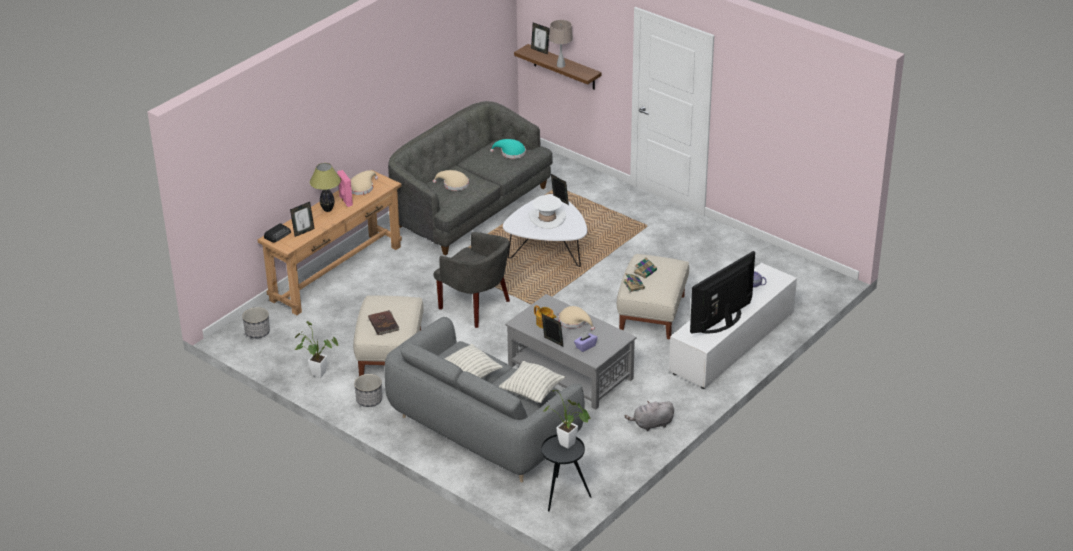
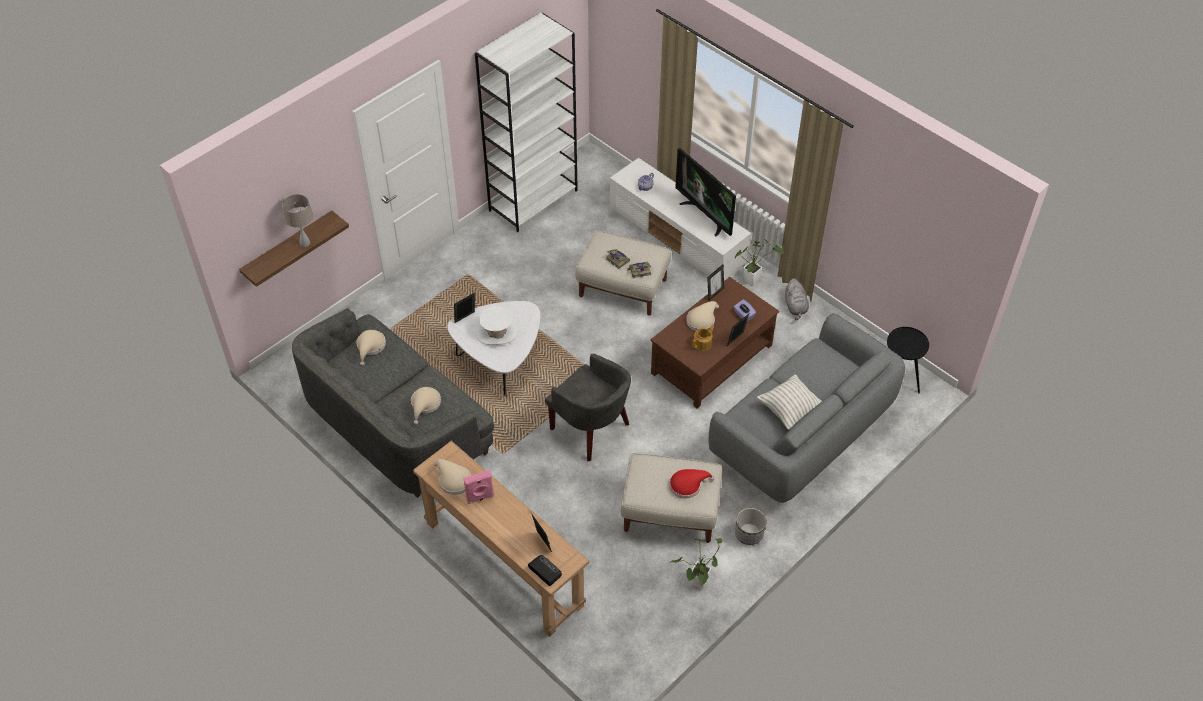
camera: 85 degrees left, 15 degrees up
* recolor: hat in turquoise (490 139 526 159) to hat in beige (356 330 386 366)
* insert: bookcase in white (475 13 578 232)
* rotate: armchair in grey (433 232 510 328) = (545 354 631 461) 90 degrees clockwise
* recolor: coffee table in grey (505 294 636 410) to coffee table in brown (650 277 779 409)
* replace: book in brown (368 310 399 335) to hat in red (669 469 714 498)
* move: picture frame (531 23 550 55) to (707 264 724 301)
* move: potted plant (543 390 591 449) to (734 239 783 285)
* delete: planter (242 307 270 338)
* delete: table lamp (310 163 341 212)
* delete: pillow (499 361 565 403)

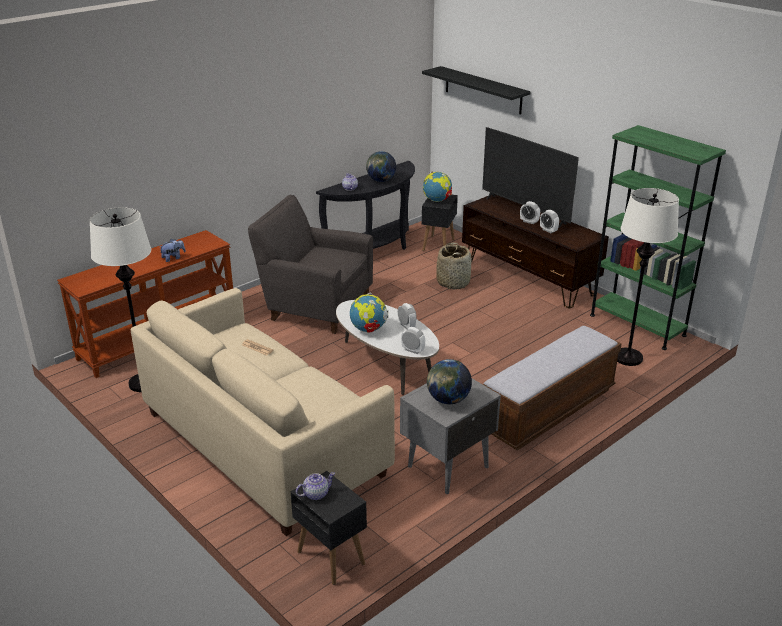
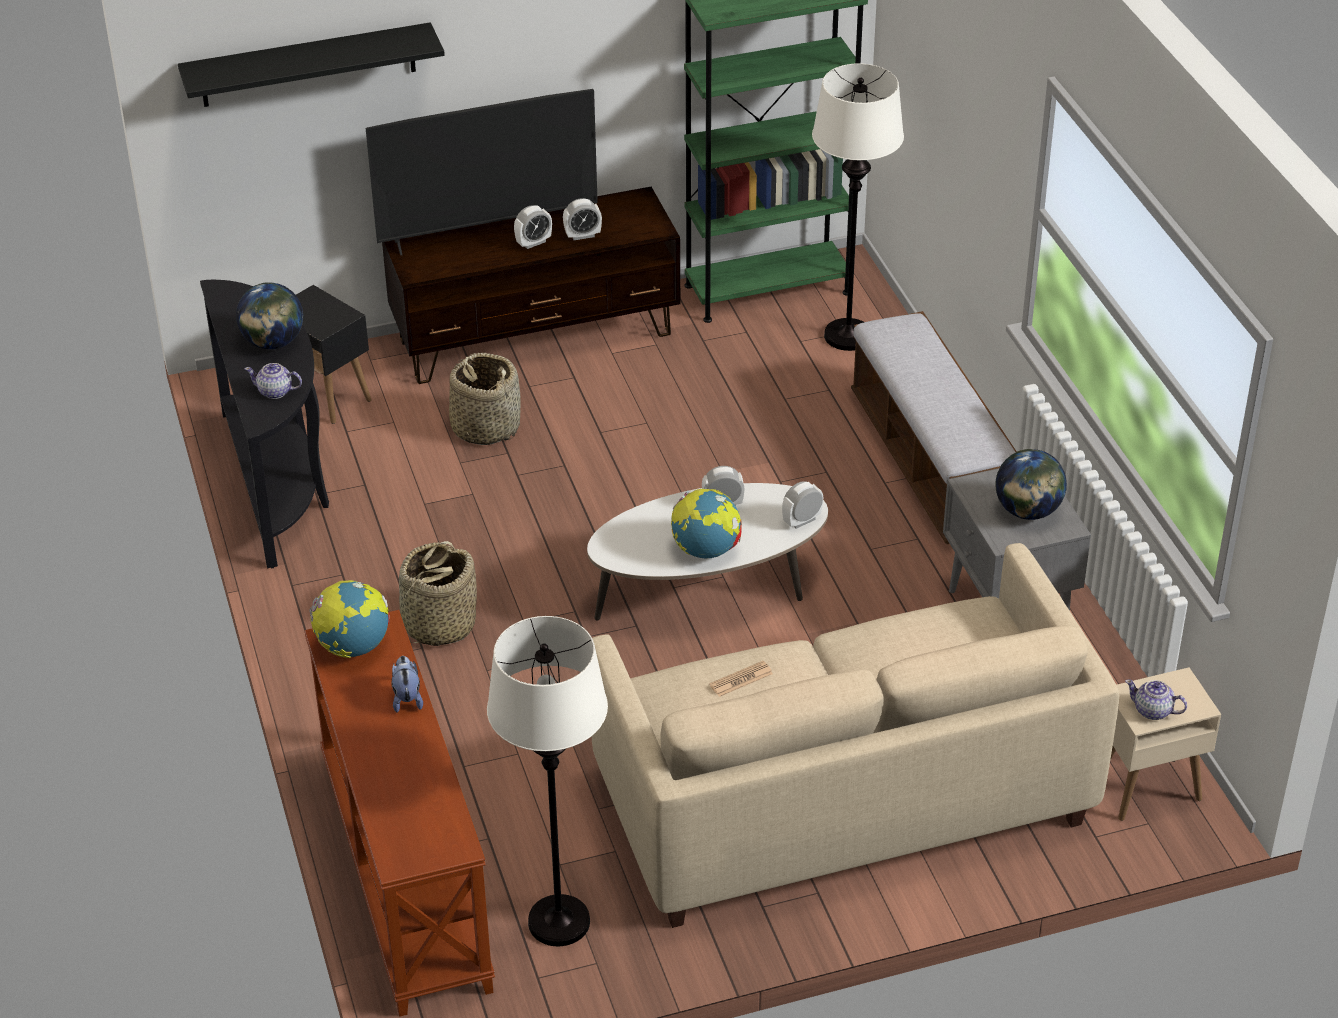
camera: 65 degrees left, 10 degrees up
* move: globe (423 171 452 202) to (309 580 390 658)
* replace: armchair in grey (248 195 373 334) to basket (399 541 477 646)
* recolor: side table in black (291 471 367 585) to side table in beige (1110 667 1221 821)
* rotate: teapot (296 472 335 500) = (1125 679 1187 720) 60 degrees counterclockwise

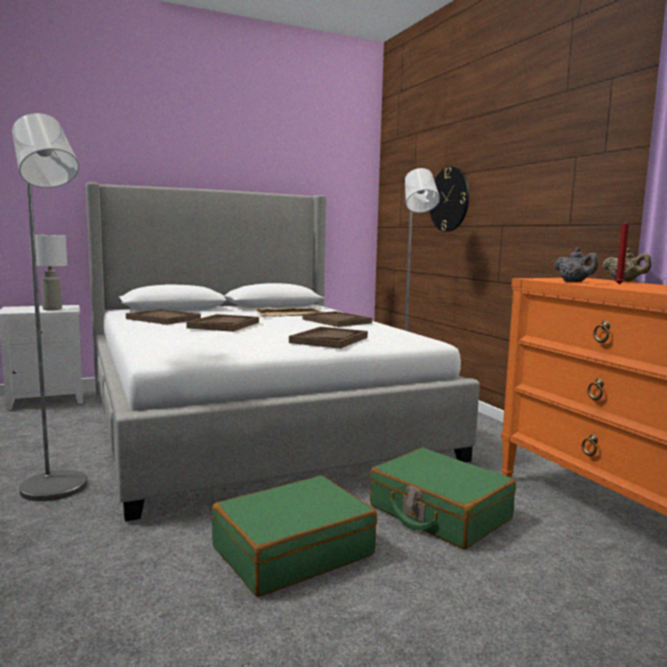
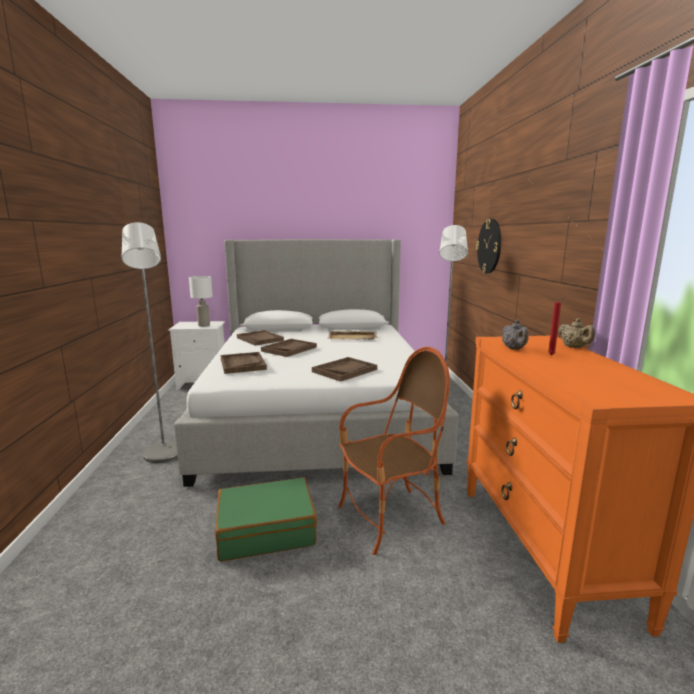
camera: 20 degrees right, 5 degrees up
* move: tray in brown (303 311 372 327) to (221 352 267 374)
* replace: suitcase in green (370 448 516 549) to armchair (338 347 450 555)

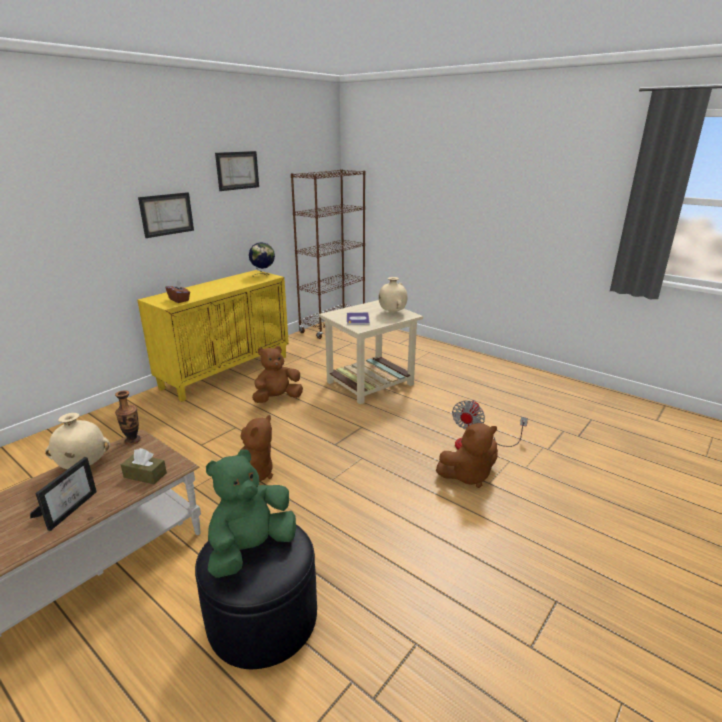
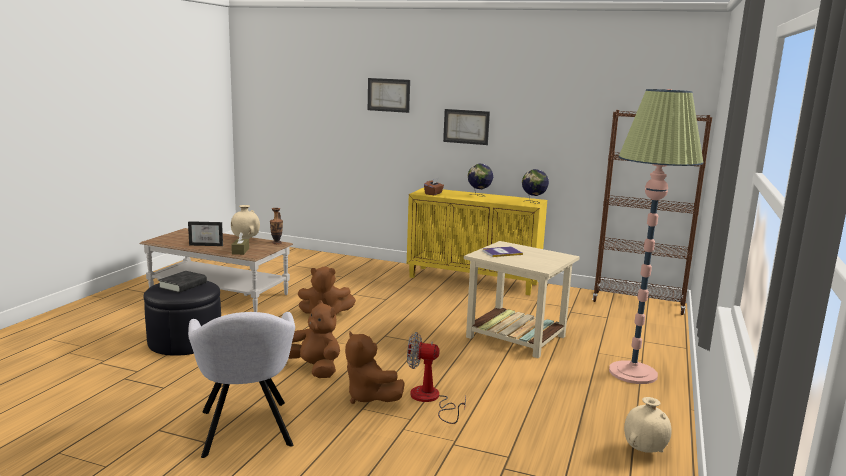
camera: 70 degrees right, 10 degrees down
* replace: plush toy in green (206 449 296 578) to book in black (158 271 207 293)
* insert: armchair in grey (188 312 295 458)
* move: plush toy in brown (252 346 303 403) to (288 300 340 378)
* move: picture (215 151 259 191) to (368 78 410 113)
* insert: globe (467 164 493 197)
* insert: floor lamp (609 89 703 384)
* move: vase in beige (379 277 408 313) to (624 397 672 453)

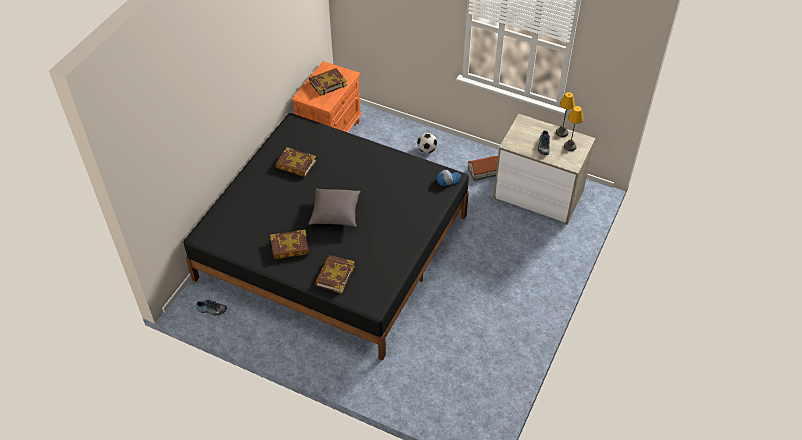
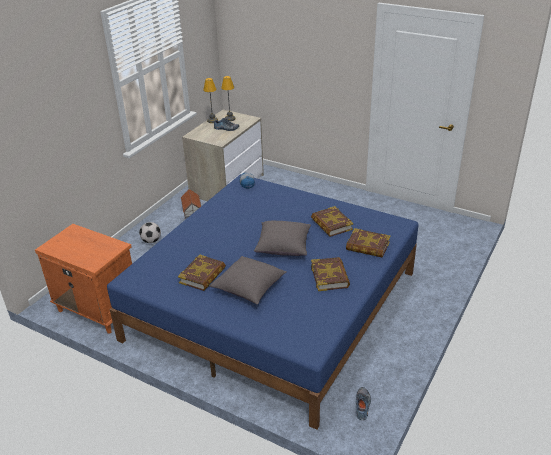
camera: 85 degrees left, 15 degrees down
* recolor: bed in black (183 113 469 361) to bed in blue (107 174 419 430)
* insert: pillow in grey (209 256 287 305)
* move: book (309 68 347 96) to (311 206 354 237)

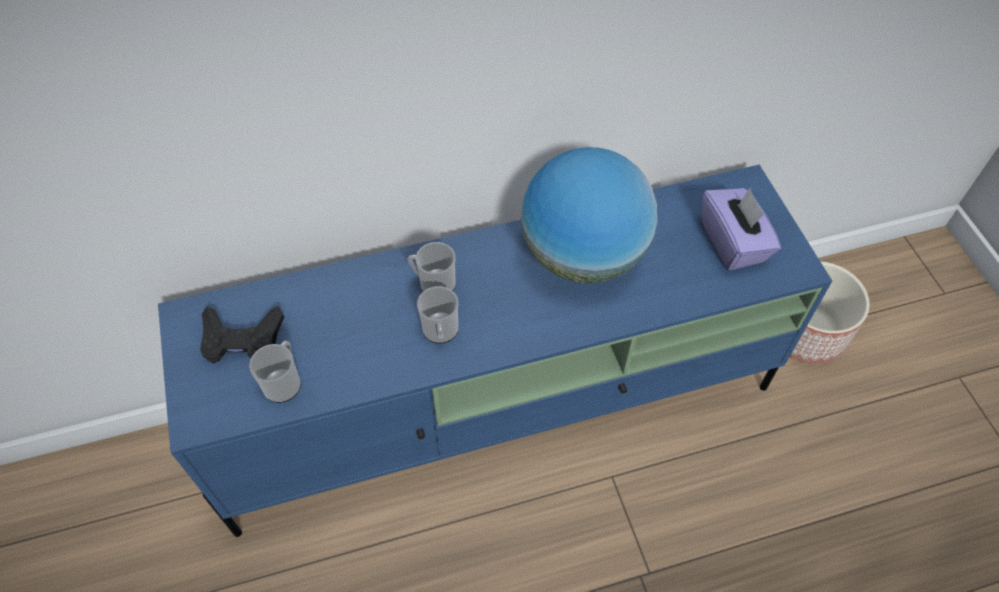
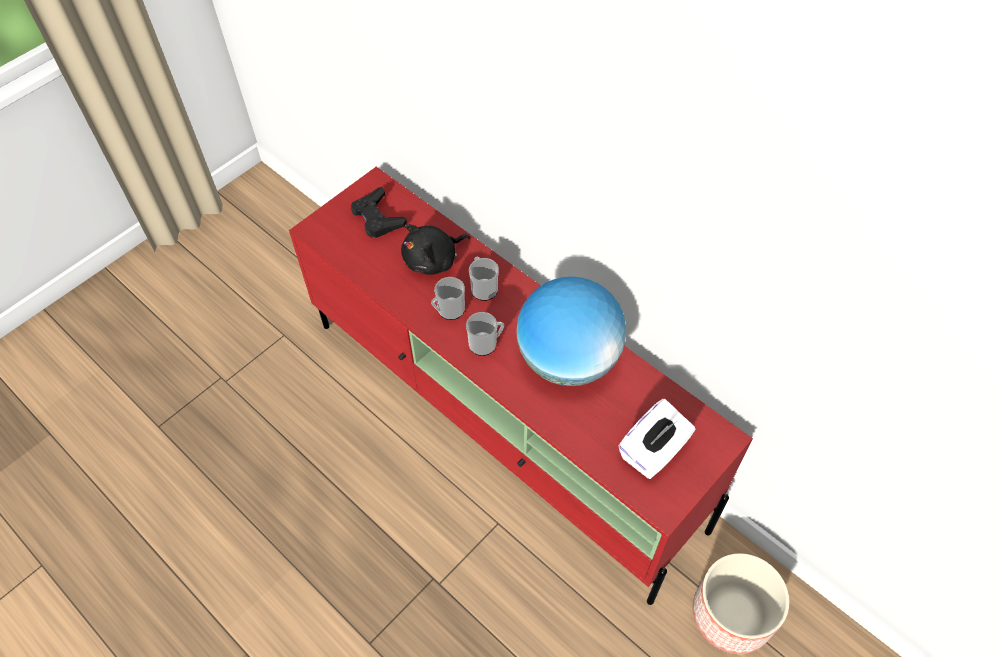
camera: 60 degrees right, 0 degrees up
* recolor: tv stand in blue (158 165 832 537) to tv stand in red (289 167 753 605)
* insert: plush toy in black (401 224 470 275)
* move: mug (249 341 301 403) to (466 312 504 356)
* recolor: tissue box in purple (701 188 781 271) to tissue box in white (618 399 695 479)

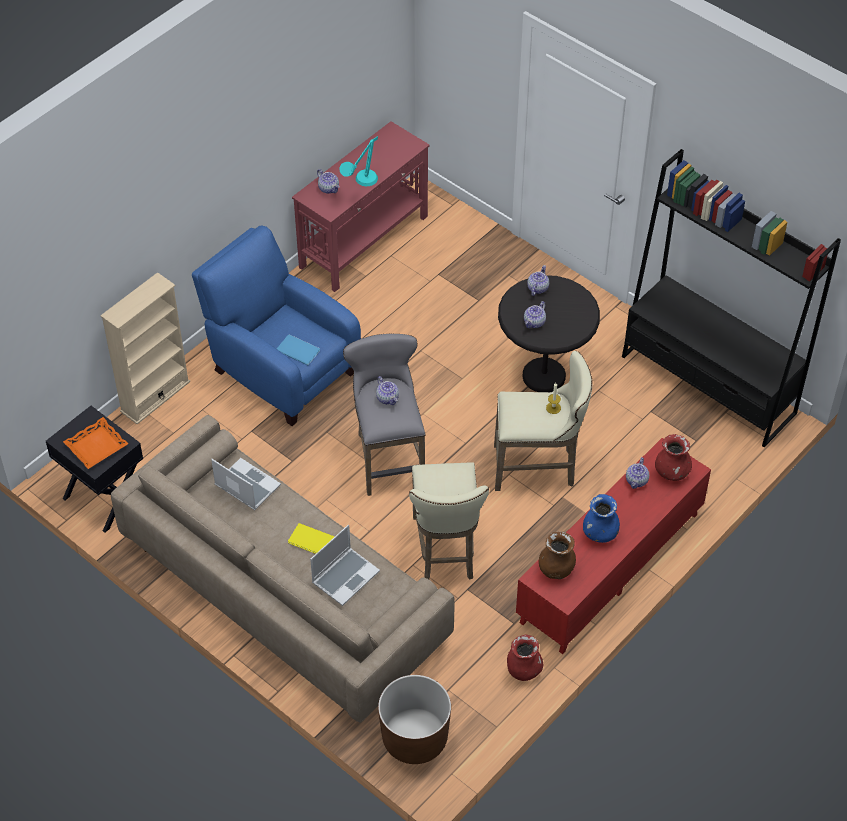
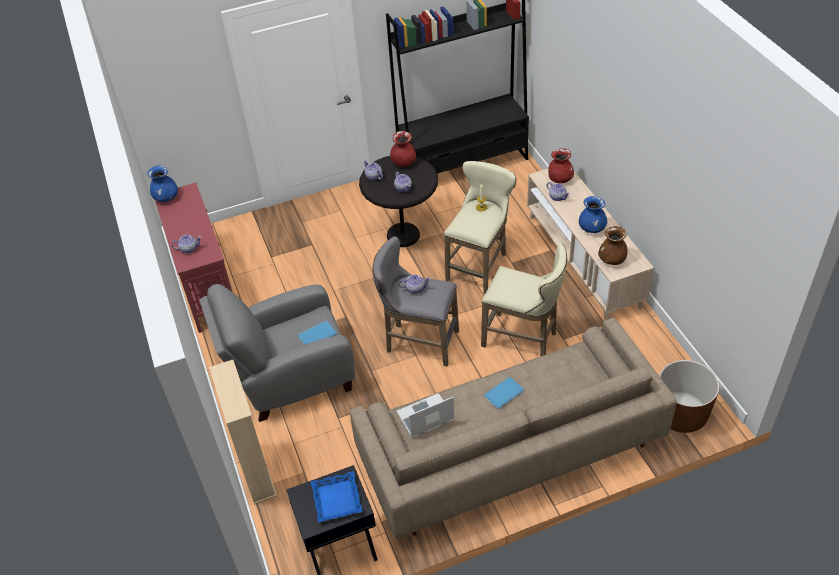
camera: 60 degrees left, 5 degrees down
* insert: vase in blue (147 165 178 202)
* recolor: armchair in blue (192 225 361 426) to armchair in grey (199 284 355 422)
* recolor: tray in orange (63 417 129 469) to tray in blue (311 471 363 523)
* move: vase in red (507 635 543 681) to (390 131 416 167)
* recolor: book in yellow (288 523 335 554) to book in blue (484 377 524 409)
* recolor: tv stand in red (516 438 711 654) to tv stand in beige (527 168 654 320)
* delete: laptop (310 525 380 606)
* delete: table lamp in turquoise (339 136 378 186)

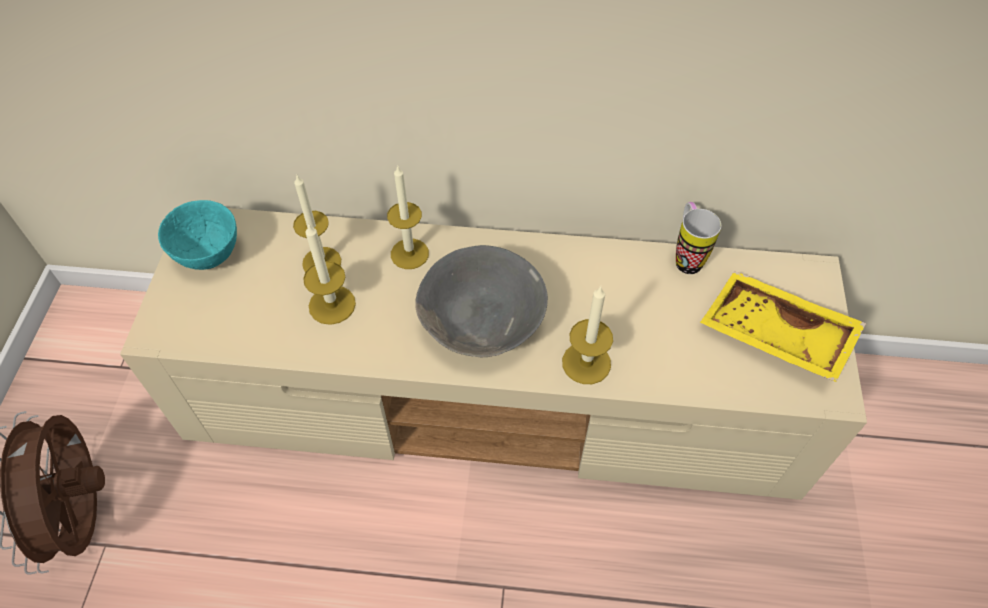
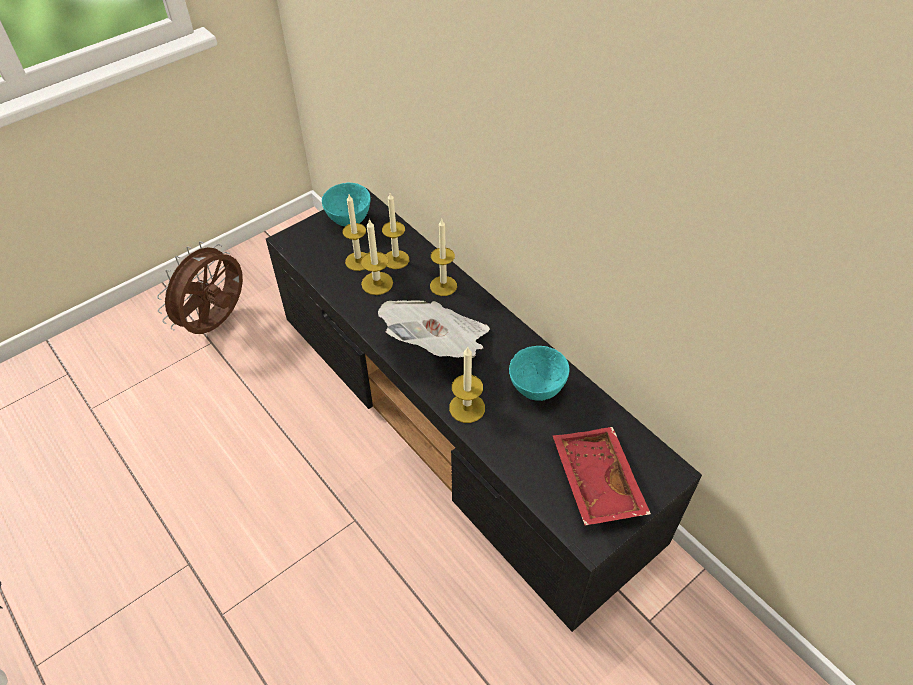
camera: 45 degrees right, 5 degrees down
* recolor: tv stand in beige (120 208 867 500) to tv stand in black (266 188 702 632)
* insert: candle (342 195 367 271)
* replace: bowl in grey (415 245 548 357) to newspaper (378 300 490 358)
* insert: bowl in turquoise (509 346 570 401)
* recolor: tray in yellow (700 271 866 382) to tray in red (553 427 651 525)
* delete: mug (676 202 721 274)

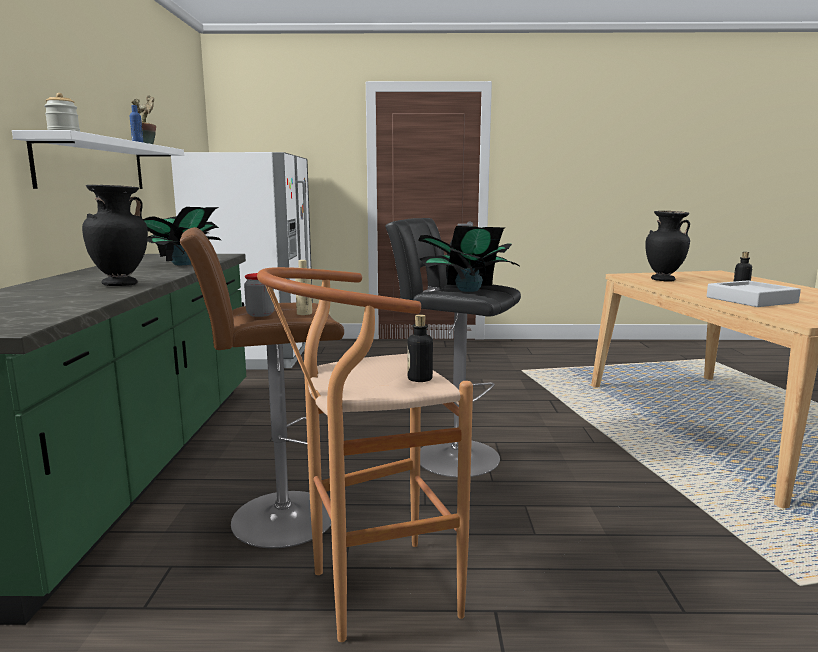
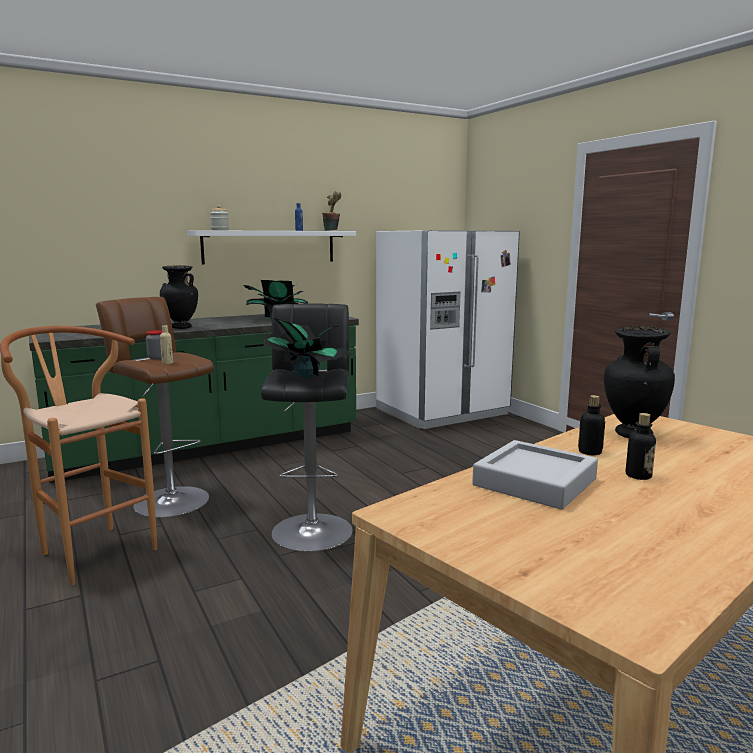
camera: 60 degrees right, 0 degrees up
* move: bottle (407 315 433 382) to (578 395 605 455)

